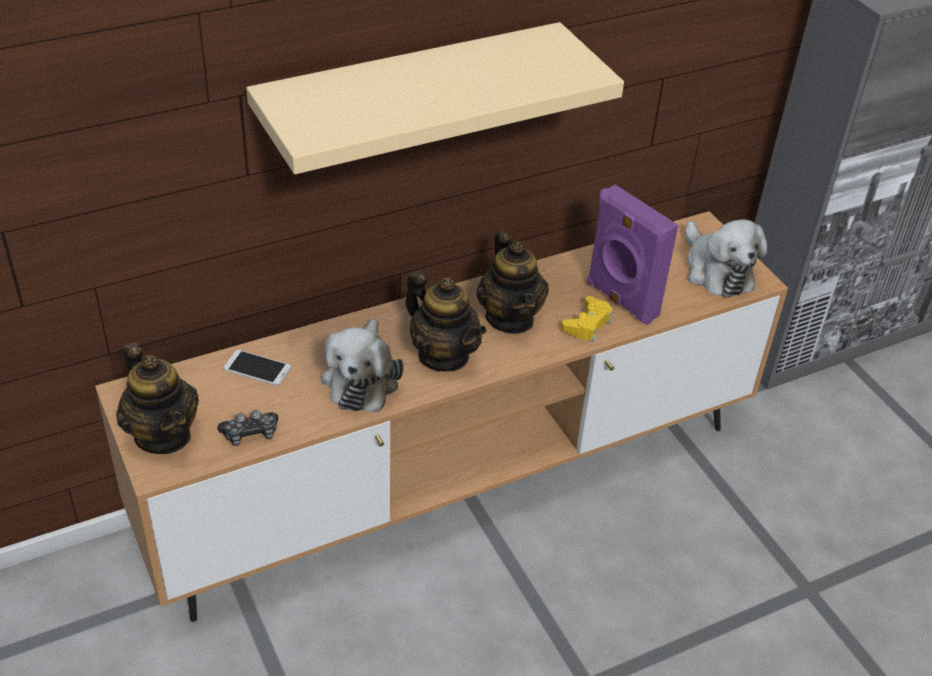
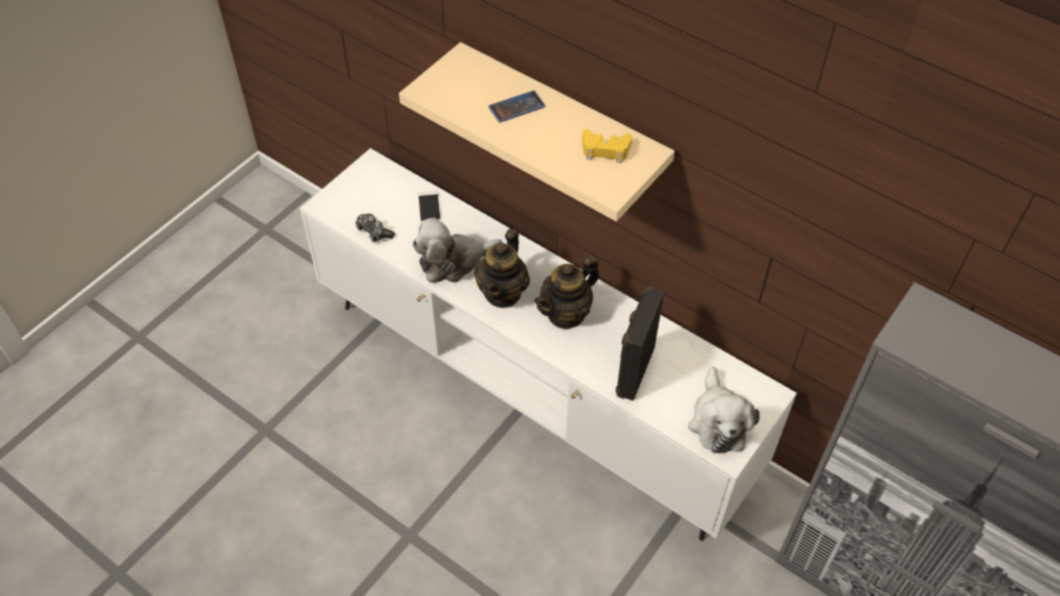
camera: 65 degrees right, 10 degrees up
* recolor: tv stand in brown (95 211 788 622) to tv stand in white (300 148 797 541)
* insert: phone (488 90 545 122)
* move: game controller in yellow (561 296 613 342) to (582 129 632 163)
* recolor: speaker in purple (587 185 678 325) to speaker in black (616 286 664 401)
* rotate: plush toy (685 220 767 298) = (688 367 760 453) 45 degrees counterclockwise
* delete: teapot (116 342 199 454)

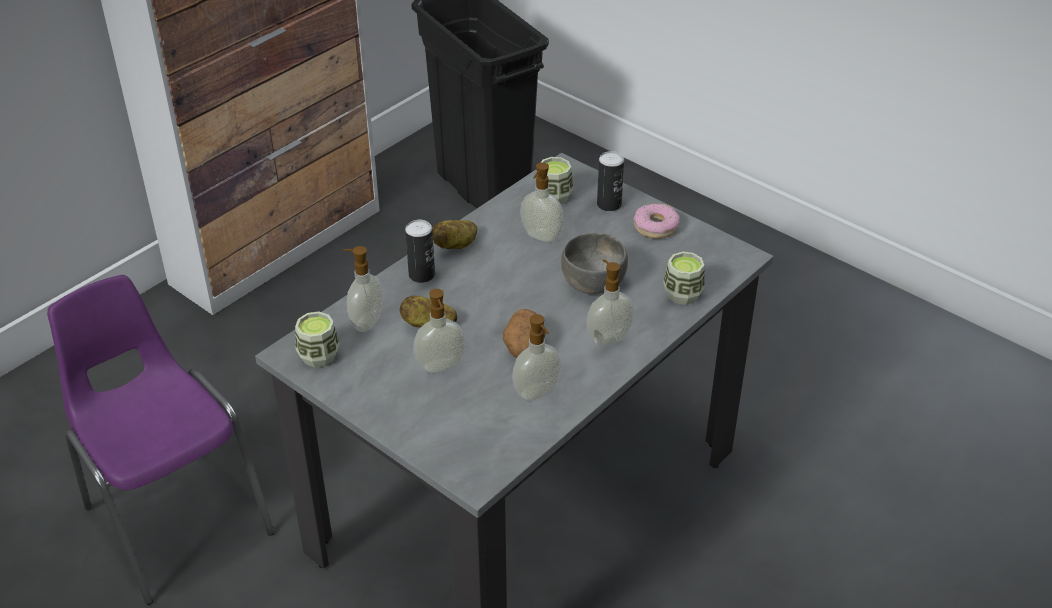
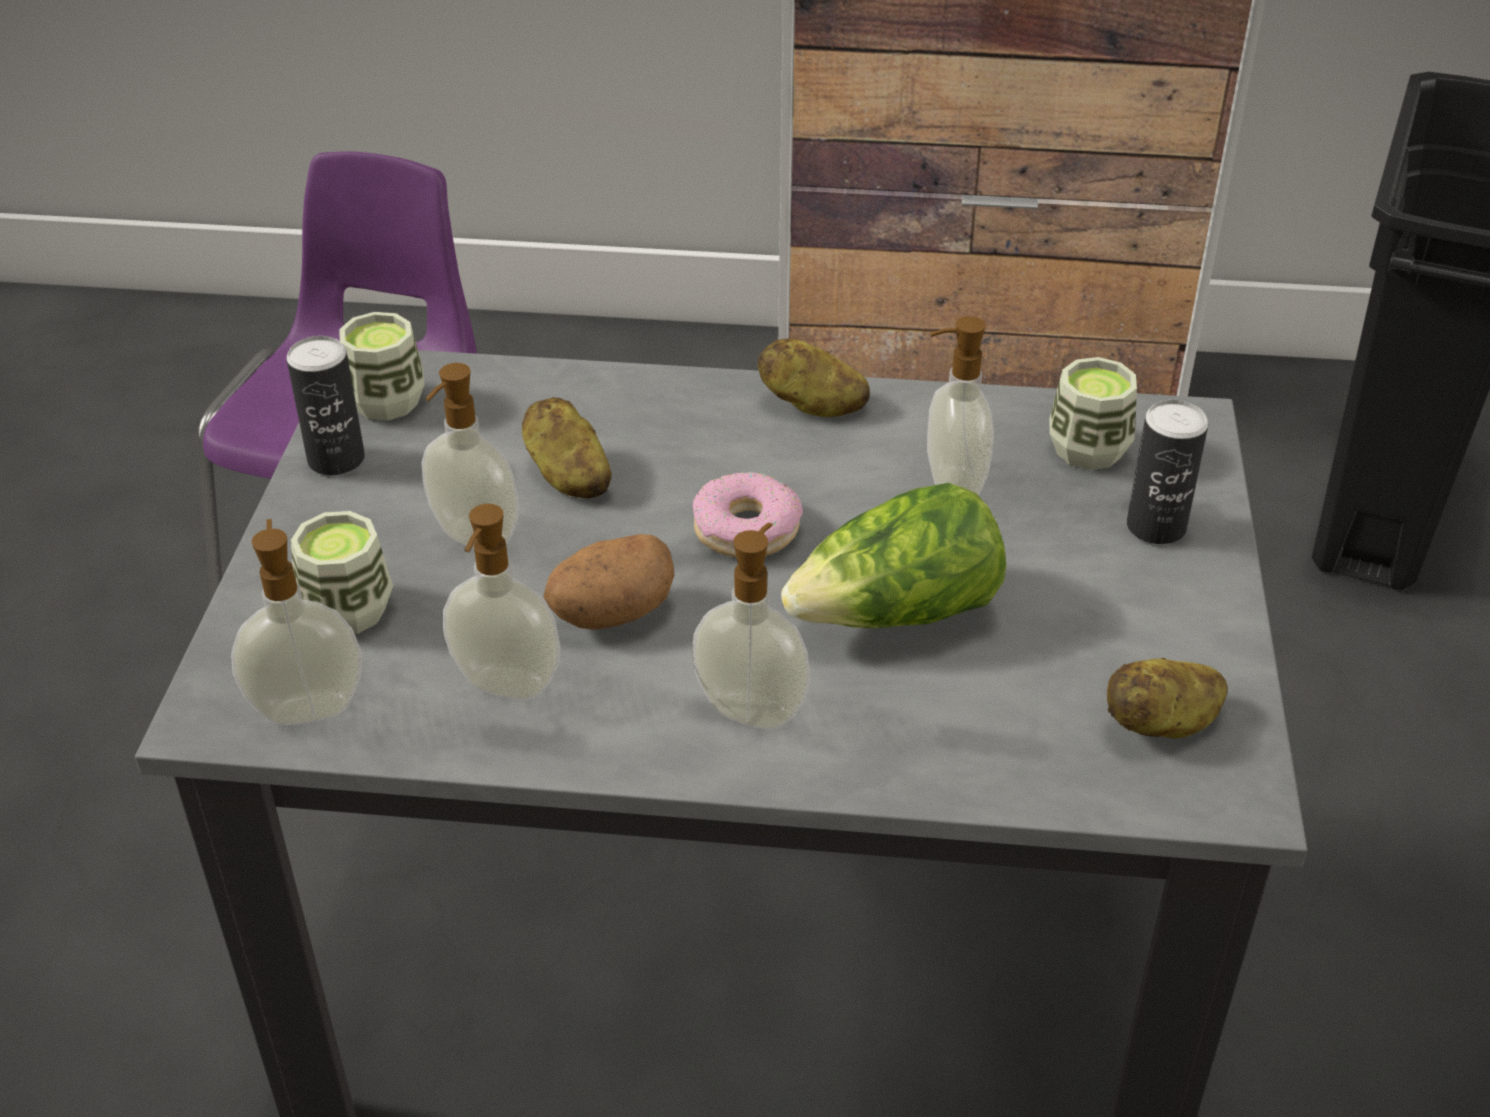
camera: 55 degrees right, 0 degrees up
* move: soap dispenser (343 246 383 332) to (231 519 362 725)
* move: can (405 220 435 283) to (287 336 365 475)
* move: cup (663 252 705 305) to (291 511 393 634)
* move: donut (634 203 680 239) to (693 472 803 558)
* replace: bowl in grey (561 233 628 294) to lettuce (781 483 1006 628)
* insert: potato (1107 658 1228 739)

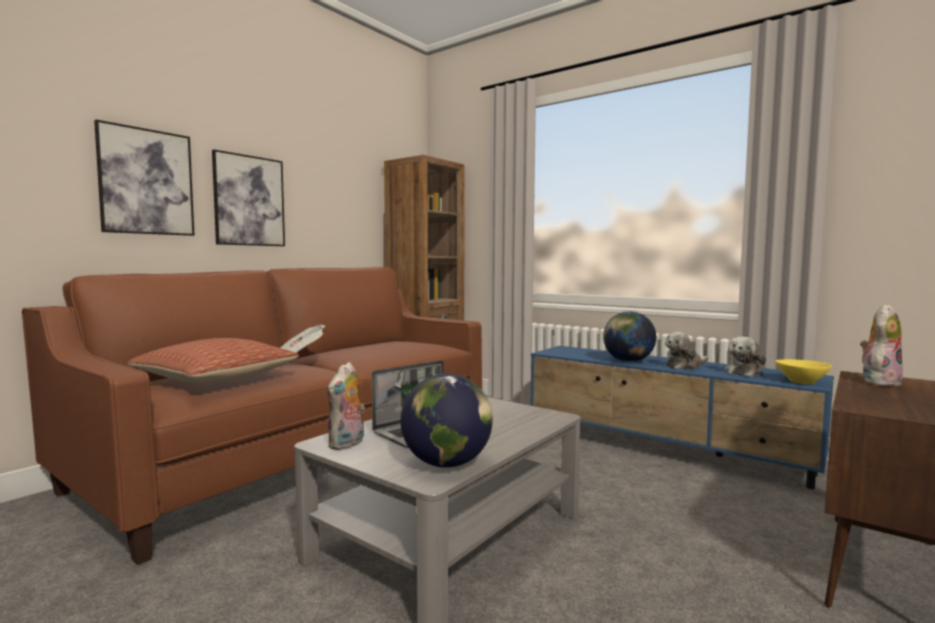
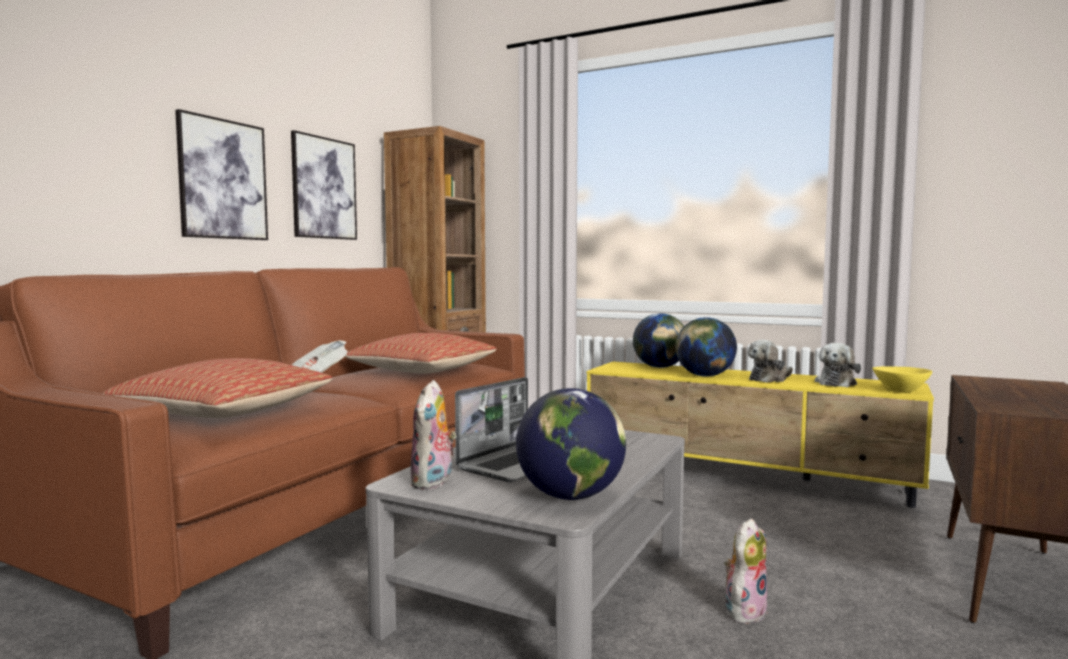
camera: 10 degrees left, 0 degrees up
* move: picture (94 119 195 236) to (291 130 357 240)
* insert: pillow (345 333 497 374)
* recolor: tv stand in blue (531 346 834 489) to tv stand in yellow (587 361 934 508)
* insert: globe (633 313 684 368)
* move: plush toy (860 305 903 386) to (724 518 768 624)

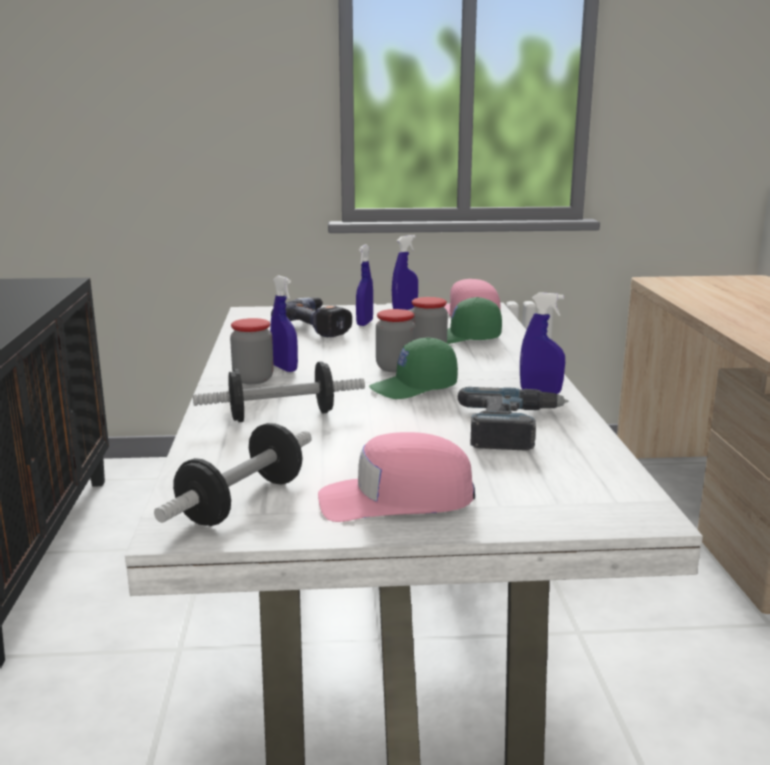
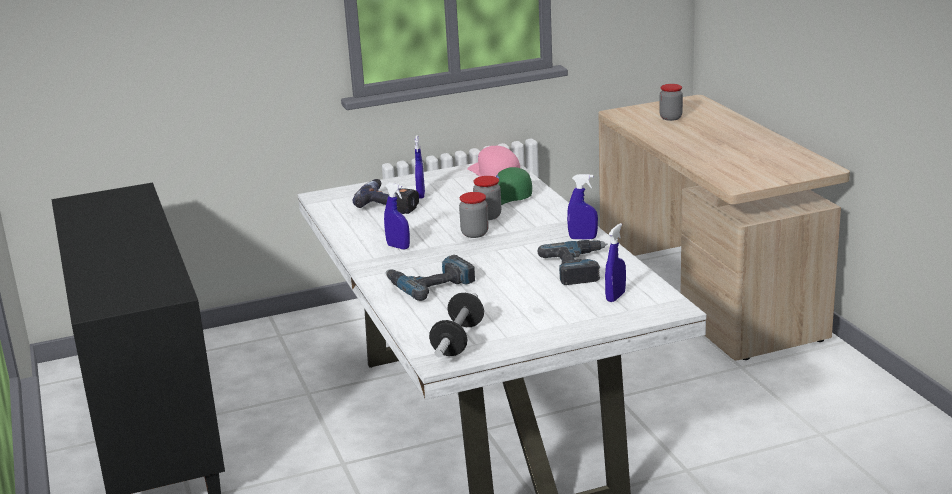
camera: 15 degrees left, 5 degrees up
* replace: dumbbell (193 361 365 422) to power drill (386 255 475 301)
* move: spray bottle in blue (392 235 418 310) to (605 223 626 302)
* move: jar (230 318 274 384) to (660 84 683 121)
* delete: cap in pink (318 432 475 522)
* delete: cap in green (369 338 458 399)

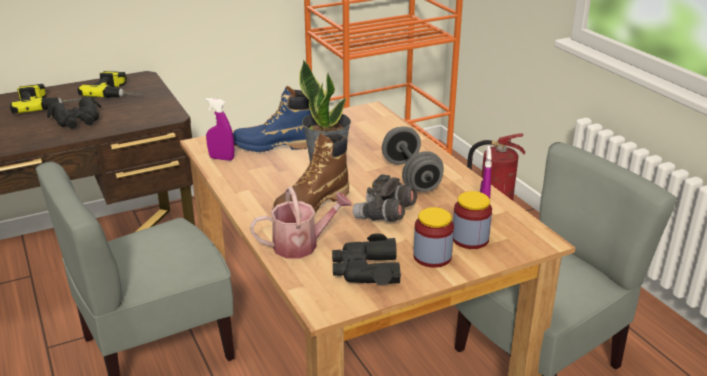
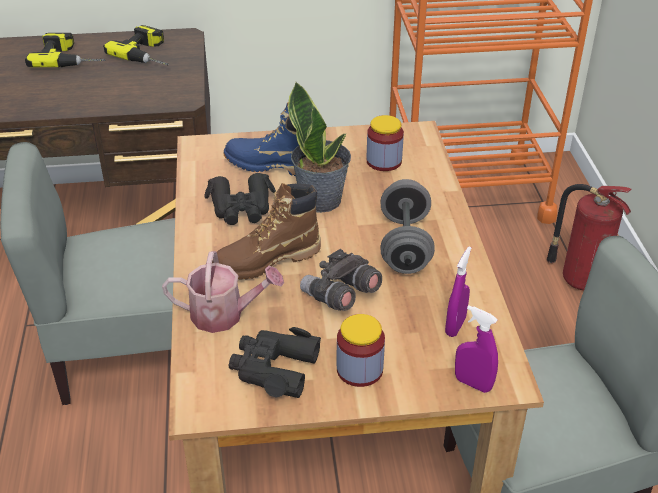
camera: 20 degrees right, 10 degrees up
* move: binoculars in black (47 97 101 129) to (204 173 276 225)
* move: jar (453 191 492 249) to (367 115 404 171)
* move: spray bottle in purple (206 98 234 161) to (455 305 498 393)

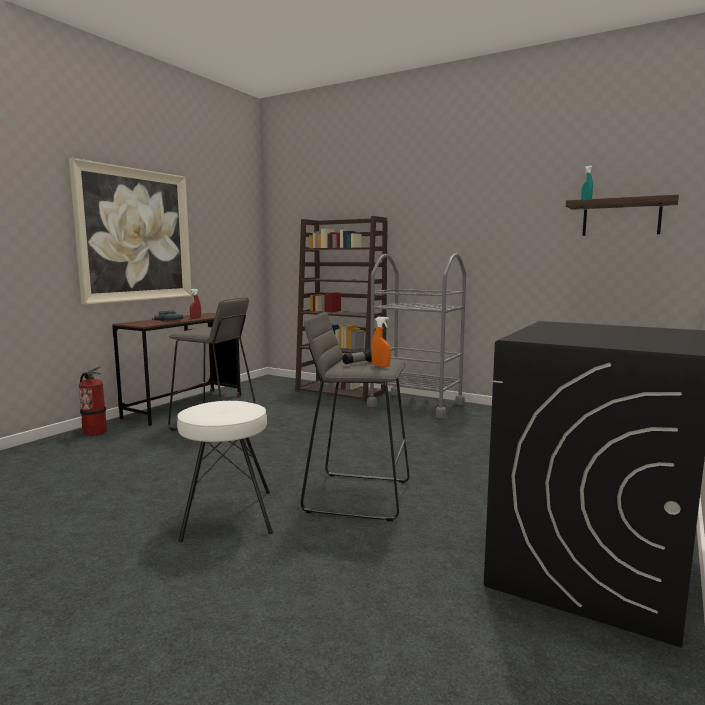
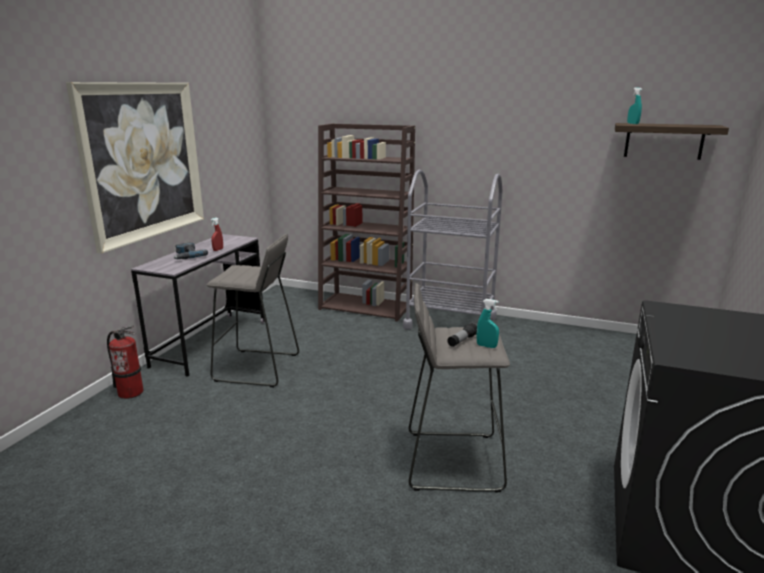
camera: 10 degrees left, 10 degrees up
* recolor: desk in brown (112 313 242 426) to desk in grey (131 234 265 377)
* recolor: spray bottle in orange (371 317 391 367) to spray bottle in turquoise (477 299 499 348)
* delete: stool in white (177 401 273 542)

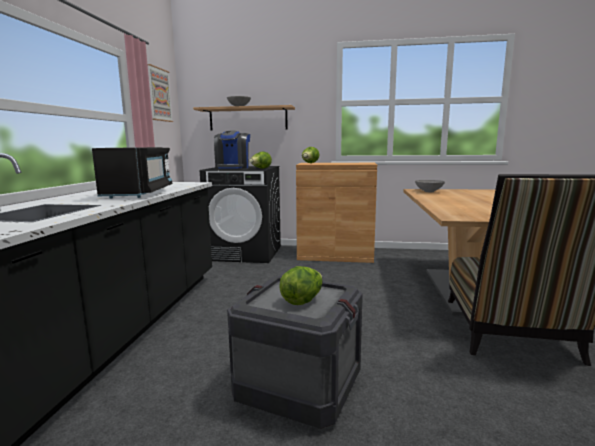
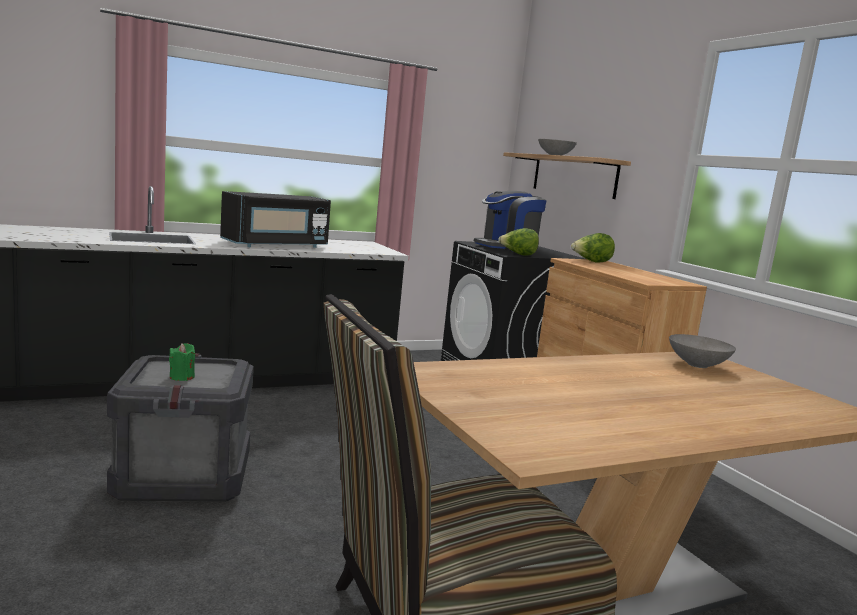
camera: 55 degrees right, 0 degrees up
* replace: lettuce (280 266 323 305) to candle in green (169 343 195 381)
* delete: picture (147 64 173 122)

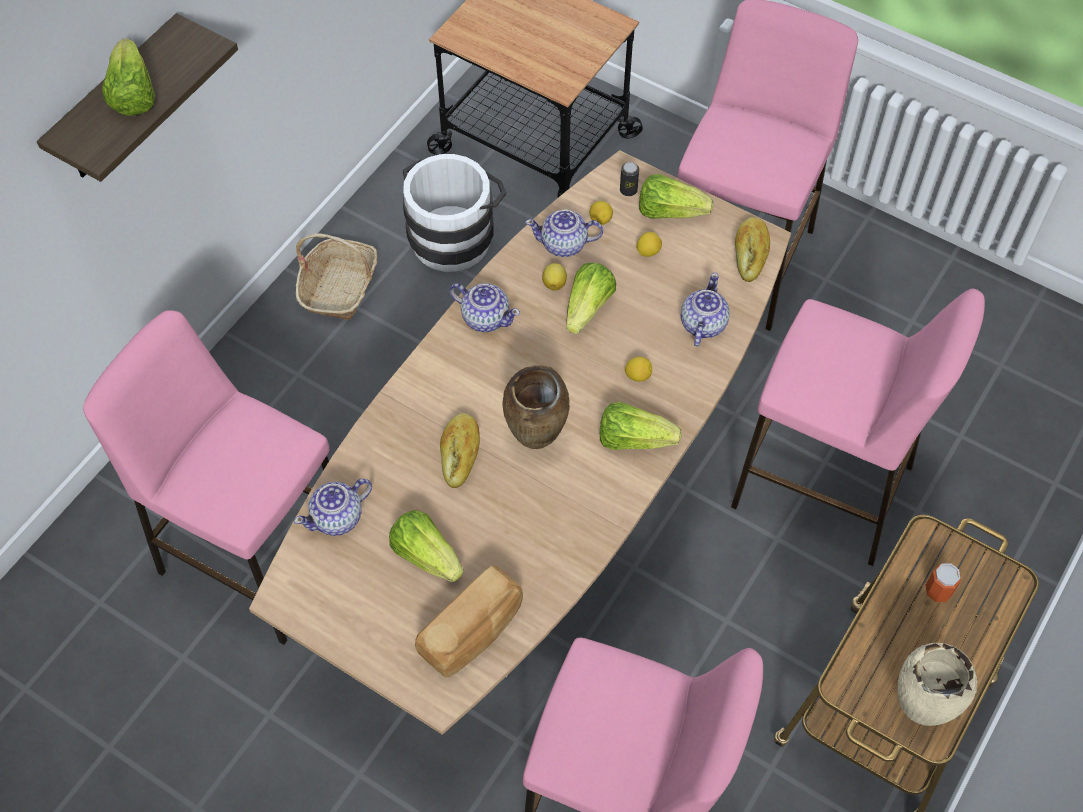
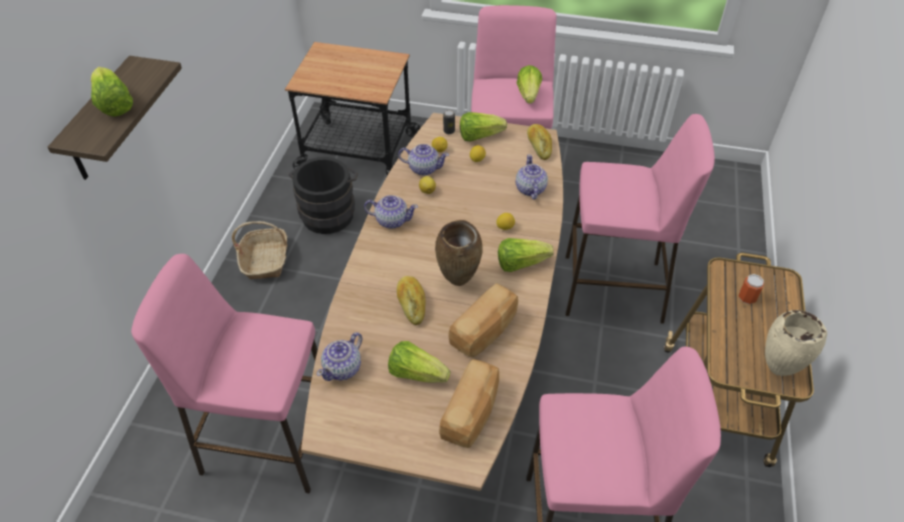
camera: 20 degrees left, 10 degrees down
* recolor: bucket in white (403 154 506 272) to bucket in black (288 157 358 234)
* rotate: teapot (525 209 603 257) = (398 144 449 176) 150 degrees counterclockwise
* insert: bread (448 283 518 357)
* move: lettuce (566 263 616 334) to (516 65 542 104)

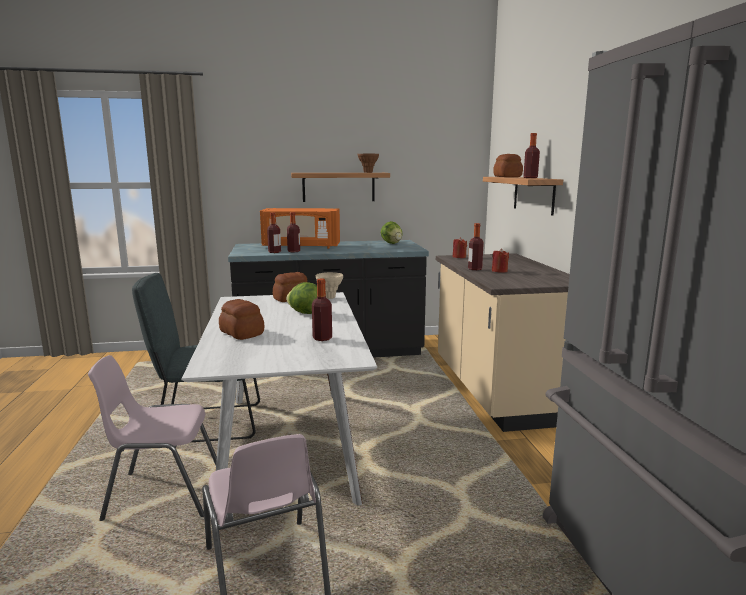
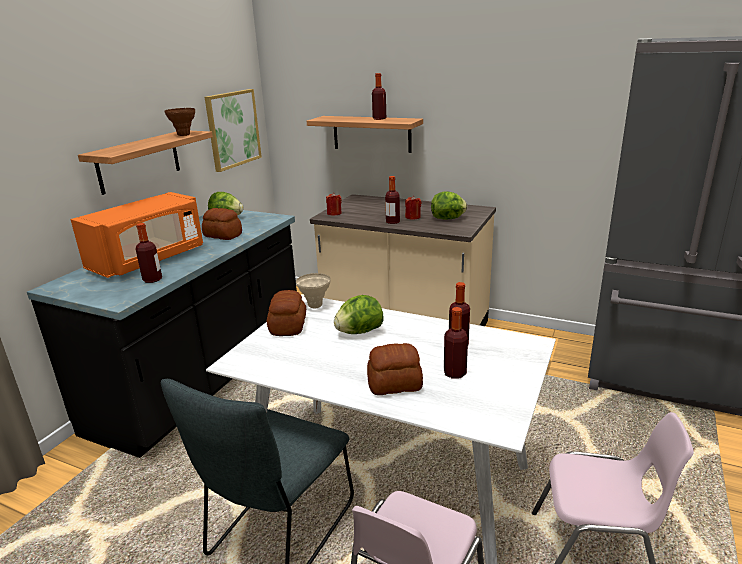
camera: 55 degrees left, 10 degrees up
* move: bread (493 154 523 177) to (202 208 242 240)
* insert: picture (205 89 262 172)
* insert: lettuce (431 191 467 219)
* move: bottle (287 212 300 252) to (444 307 468 379)

